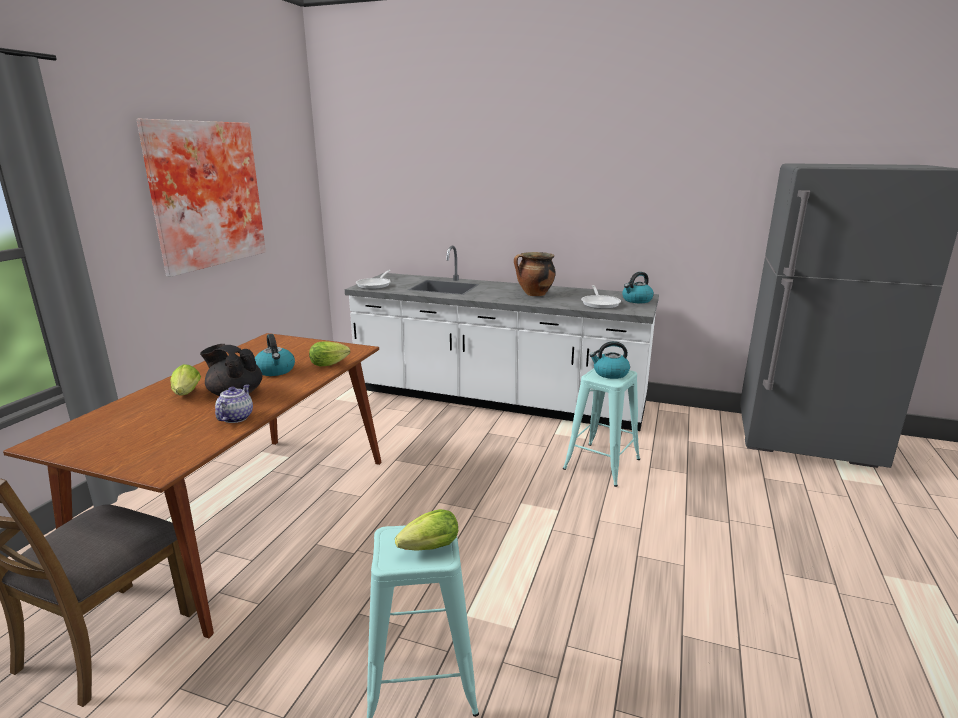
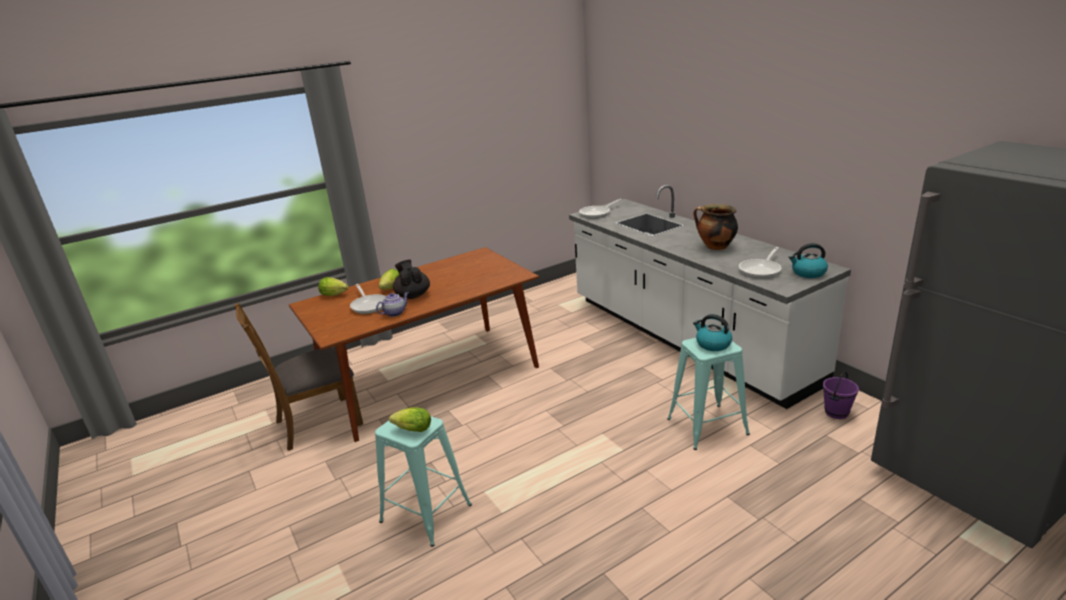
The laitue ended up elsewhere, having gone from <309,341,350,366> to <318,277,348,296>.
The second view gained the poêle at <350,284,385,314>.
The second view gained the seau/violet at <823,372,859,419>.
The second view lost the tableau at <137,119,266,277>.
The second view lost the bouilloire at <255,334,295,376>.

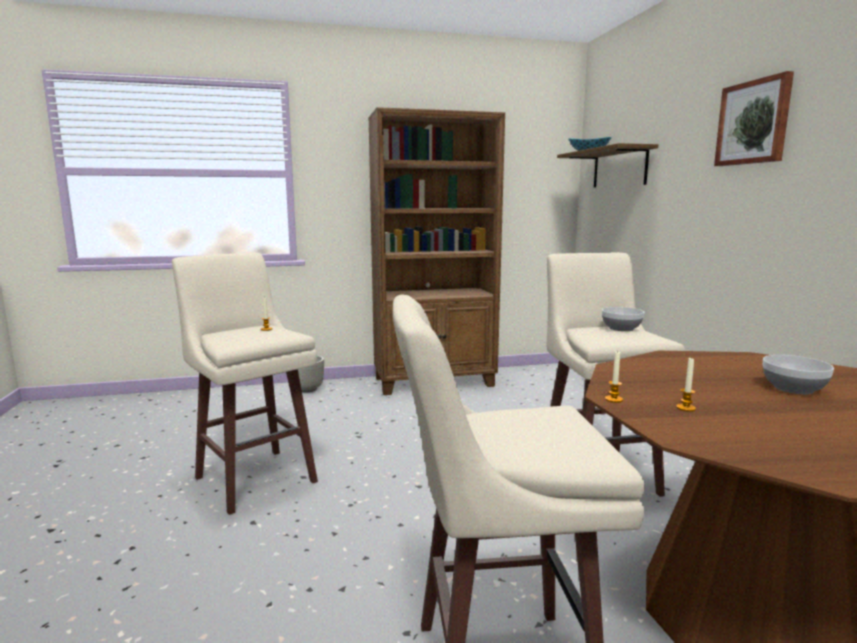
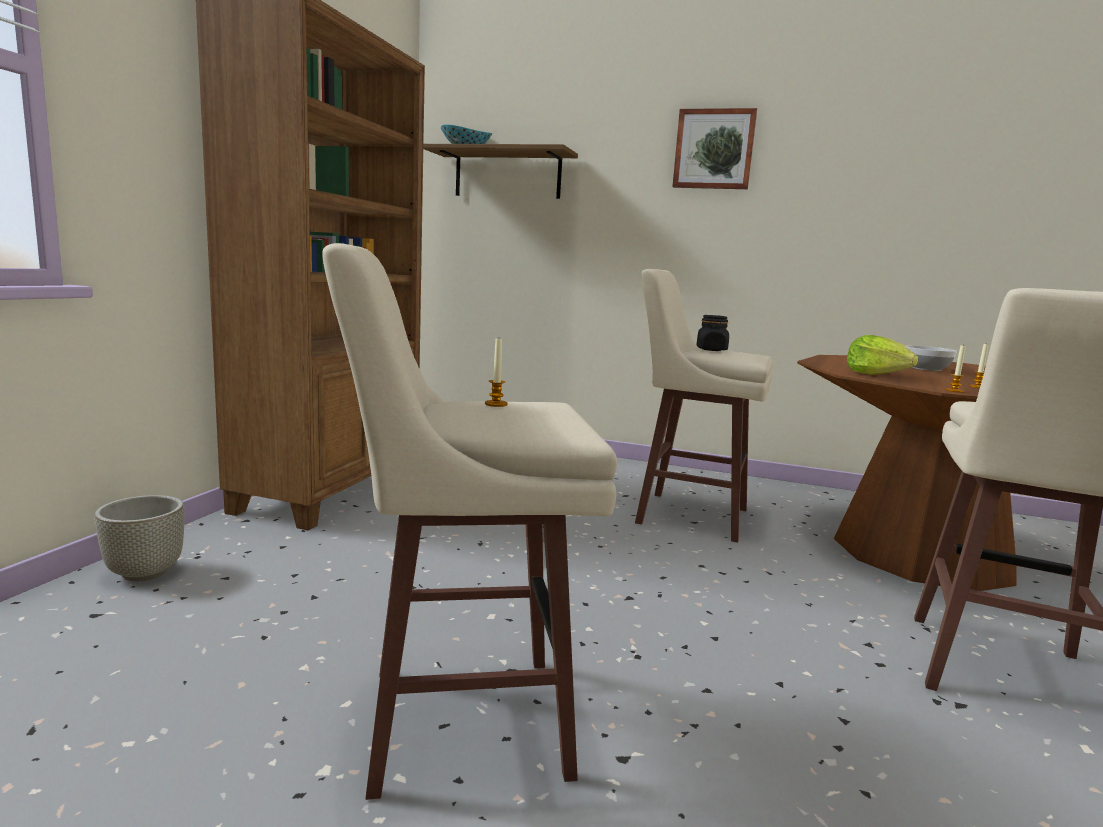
Where the bol stood at <602,307,644,331>, the bocal/noir came to stand at <697,315,729,351>.
The second view gained the laitue at <847,335,918,375>.

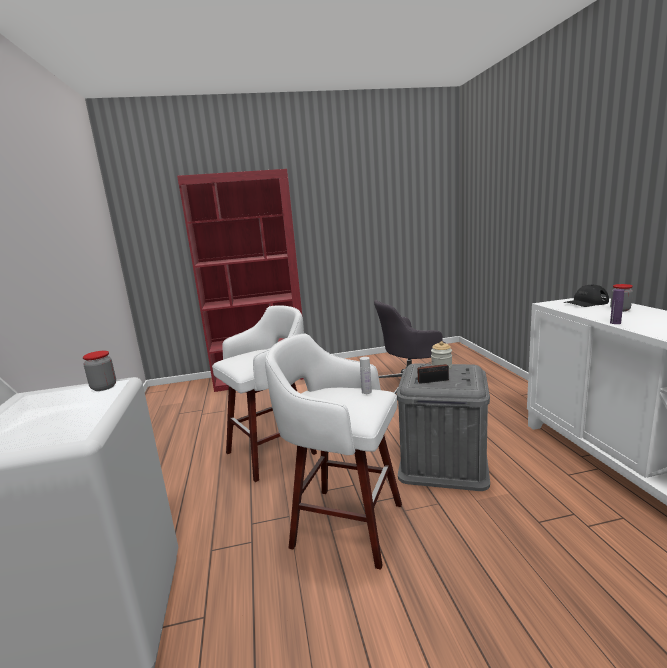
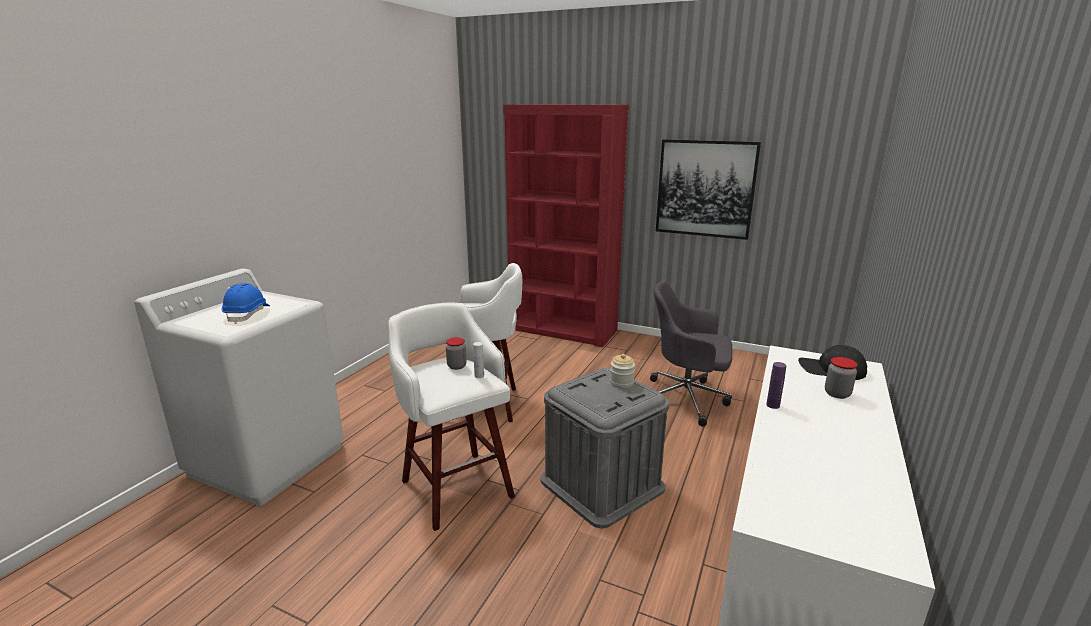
The second view gained the casque de chantier/bleu at <222,283,270,324>.
The bocal ended up elsewhere, having gone from <83,351,116,391> to <446,337,466,370>.
The second view gained the tableau at <656,139,761,240>.
The second view lost the radio at <418,353,451,384>.

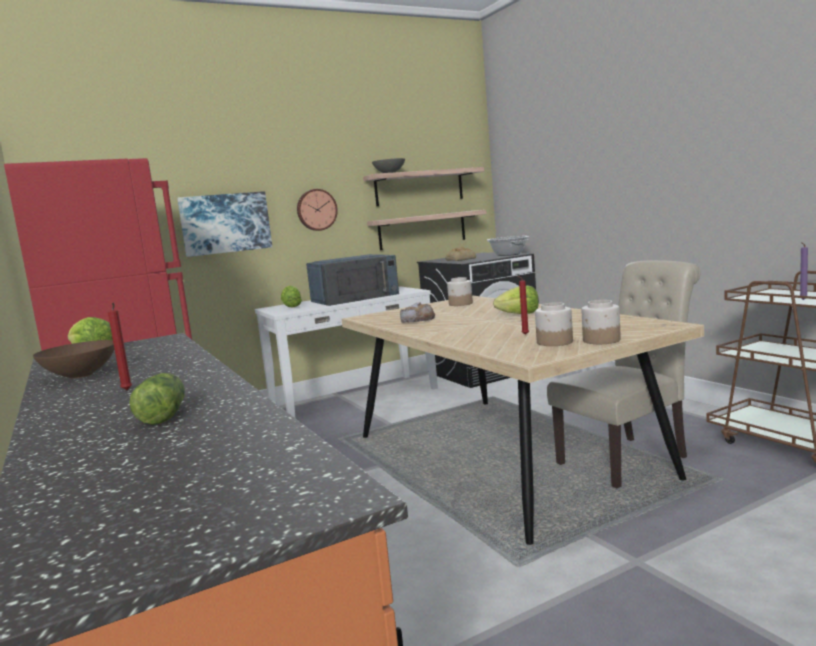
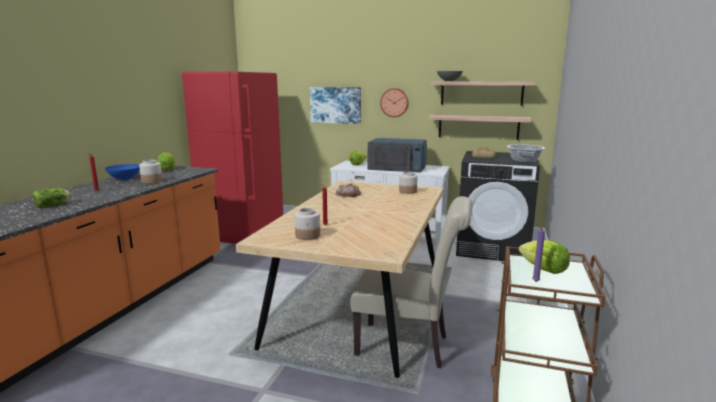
What was the bol/marron at <33,340,115,379> turned into the bol/bleu at <105,164,140,180>.
The bocal ended up elsewhere, having gone from <582,300,621,344> to <139,160,162,184>.
The laitue ended up elsewhere, having gone from <493,285,539,314> to <519,240,570,274>.

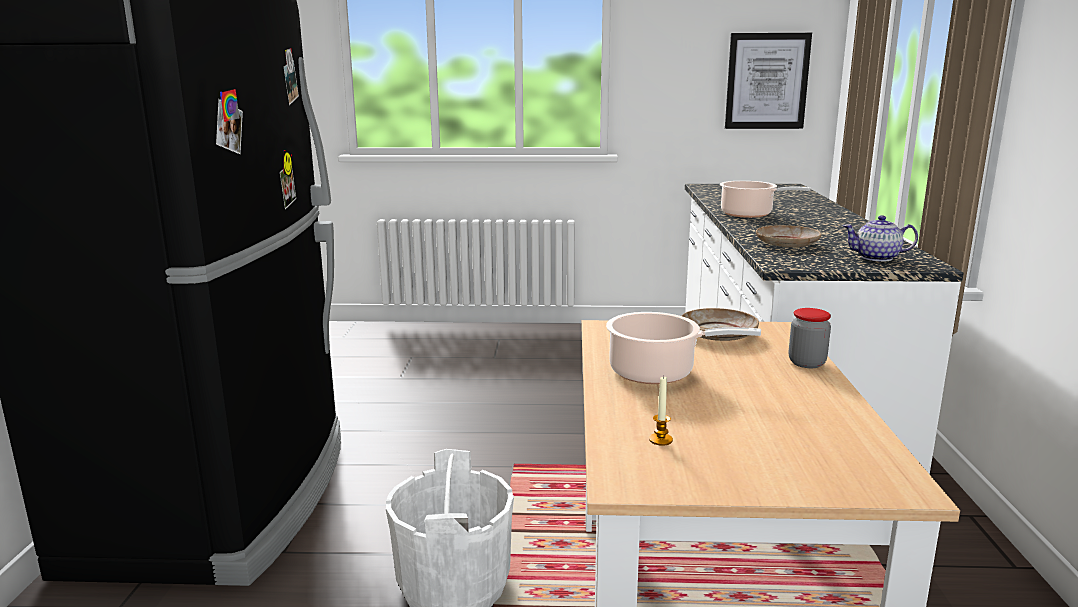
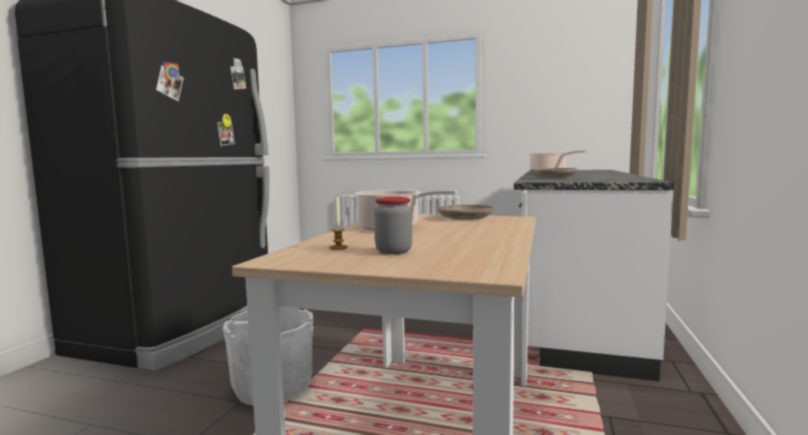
The bocal ended up elsewhere, having gone from <789,308,831,368> to <374,197,412,255>.
The second view lost the tableau at <725,33,812,129>.
The second view lost the théière at <843,215,918,262>.

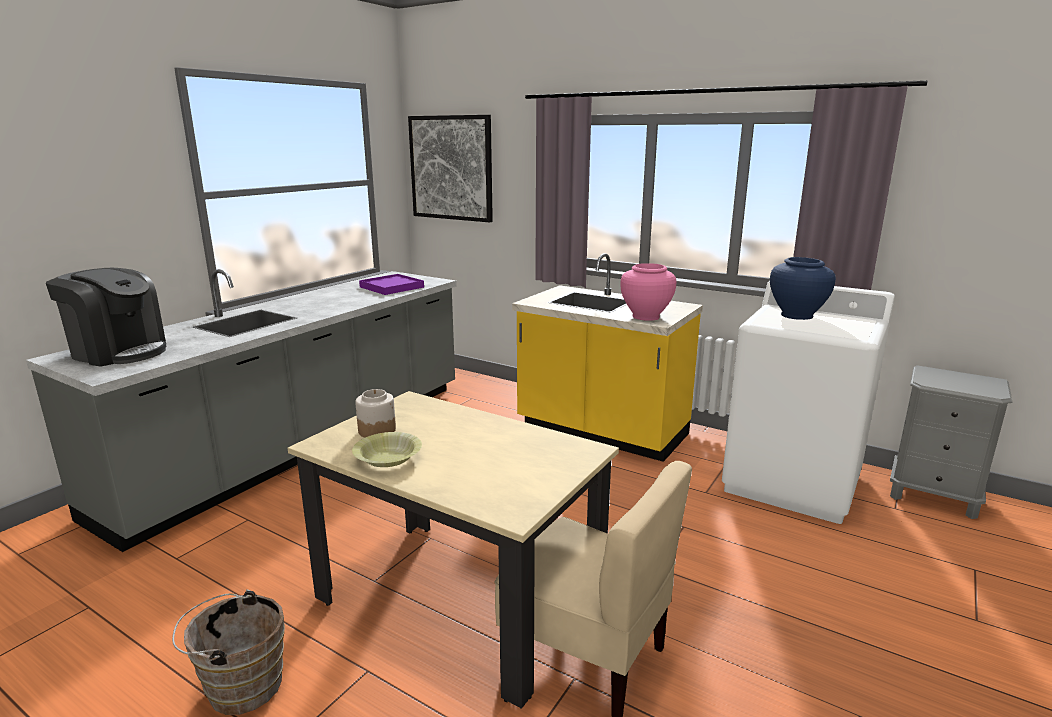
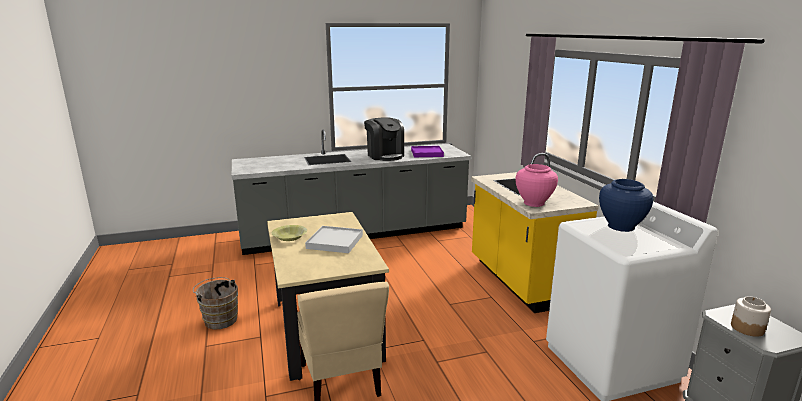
The second view gained the plateau/blanc at <305,226,363,253>.
The machine à café ended up elsewhere, having gone from <46,268,166,367> to <364,118,404,161>.
The bocal ended up elsewhere, having gone from <355,389,396,438> to <731,296,771,337>.
The second view lost the tableau at <408,115,493,222>.

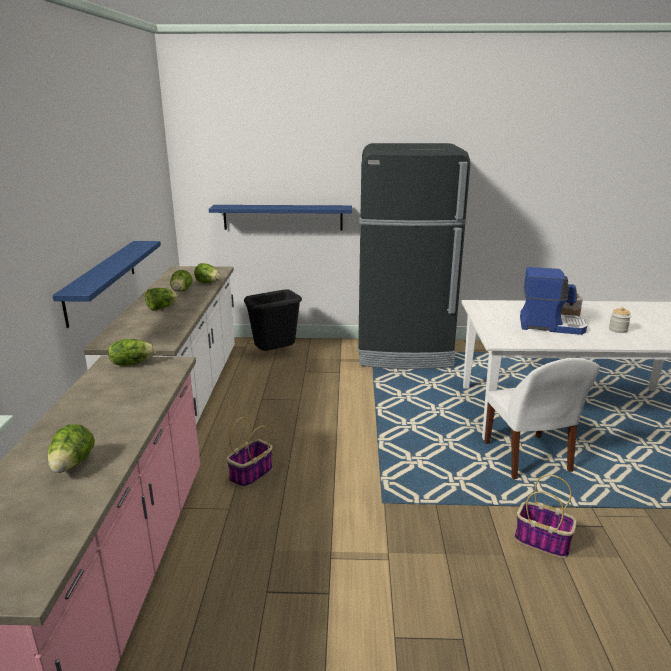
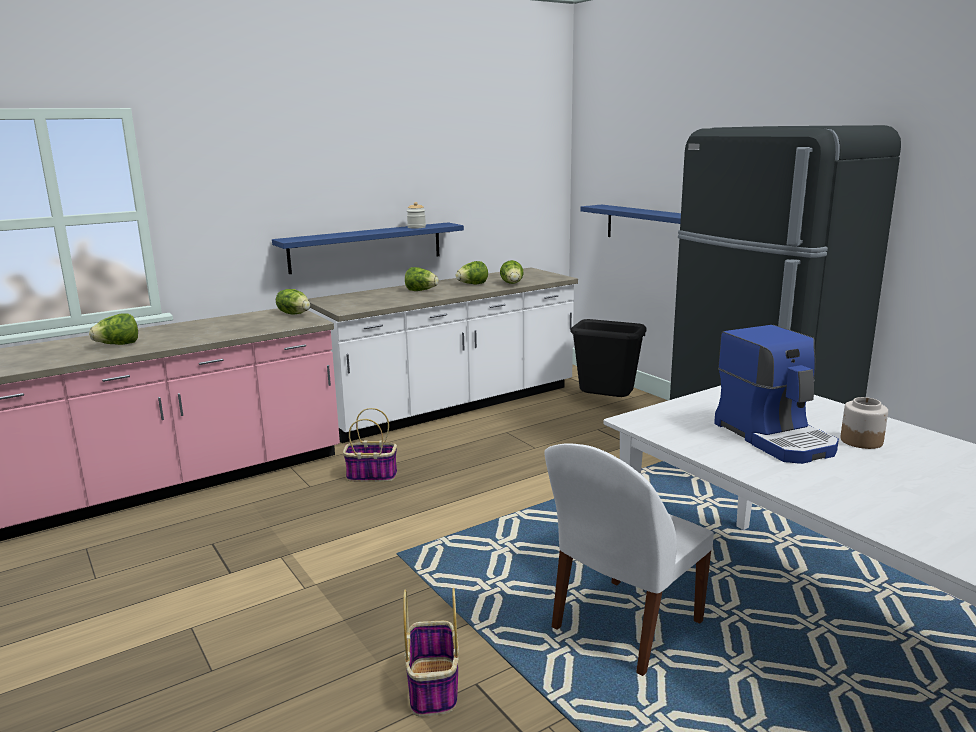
The bocal ended up elsewhere, having gone from <609,307,631,333> to <407,202,426,229>.

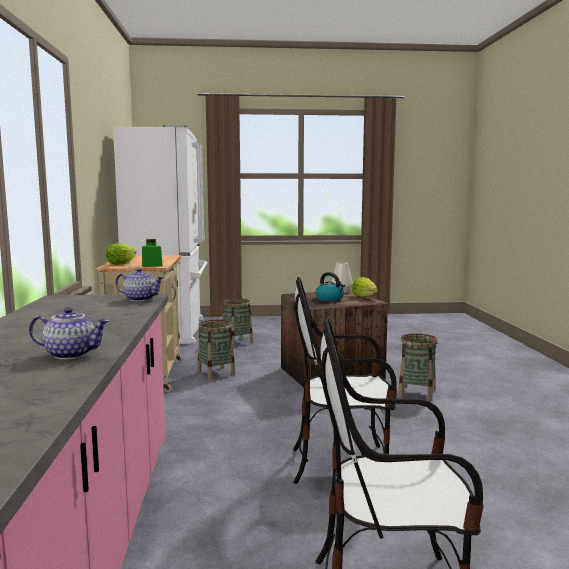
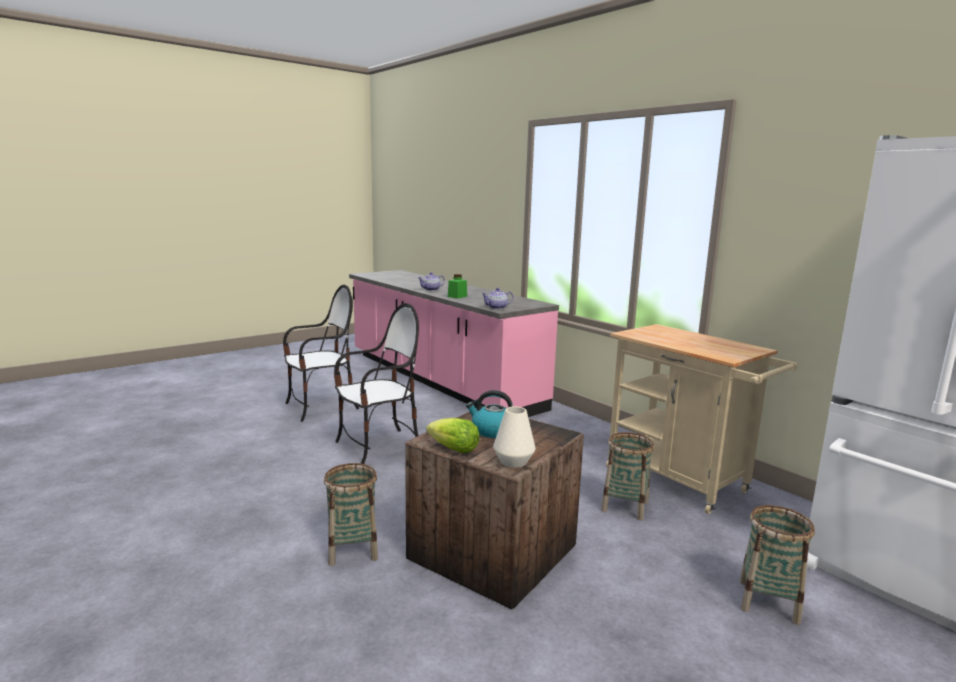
The bocal/vert ended up elsewhere, having gone from <142,239,163,267> to <448,274,467,299>.
The second view lost the laitue at <105,243,136,265>.

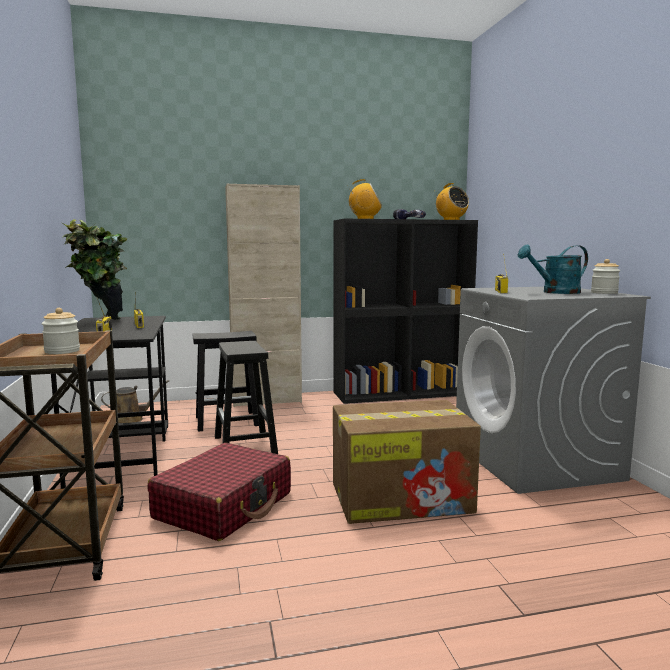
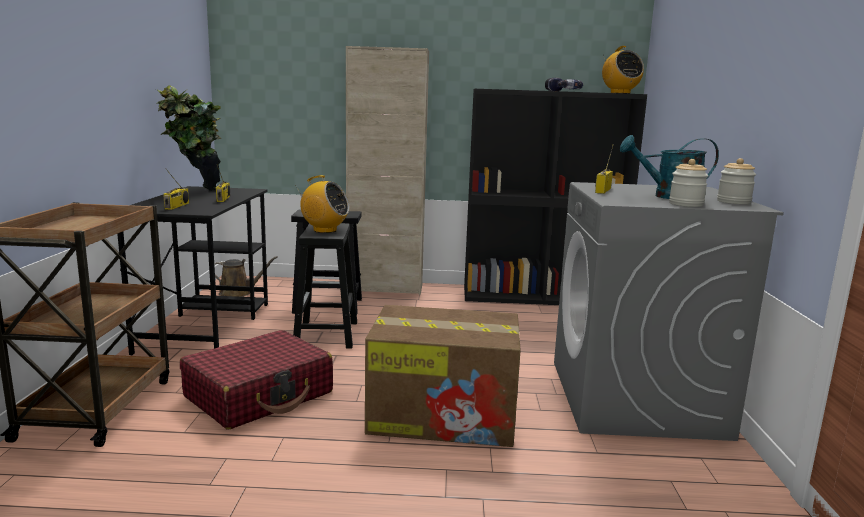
The radio ended up elsewhere, having gone from <349,179,382,219> to <295,175,349,233>.
The bocal ended up elsewhere, having gone from <42,308,80,354> to <669,159,709,207>.

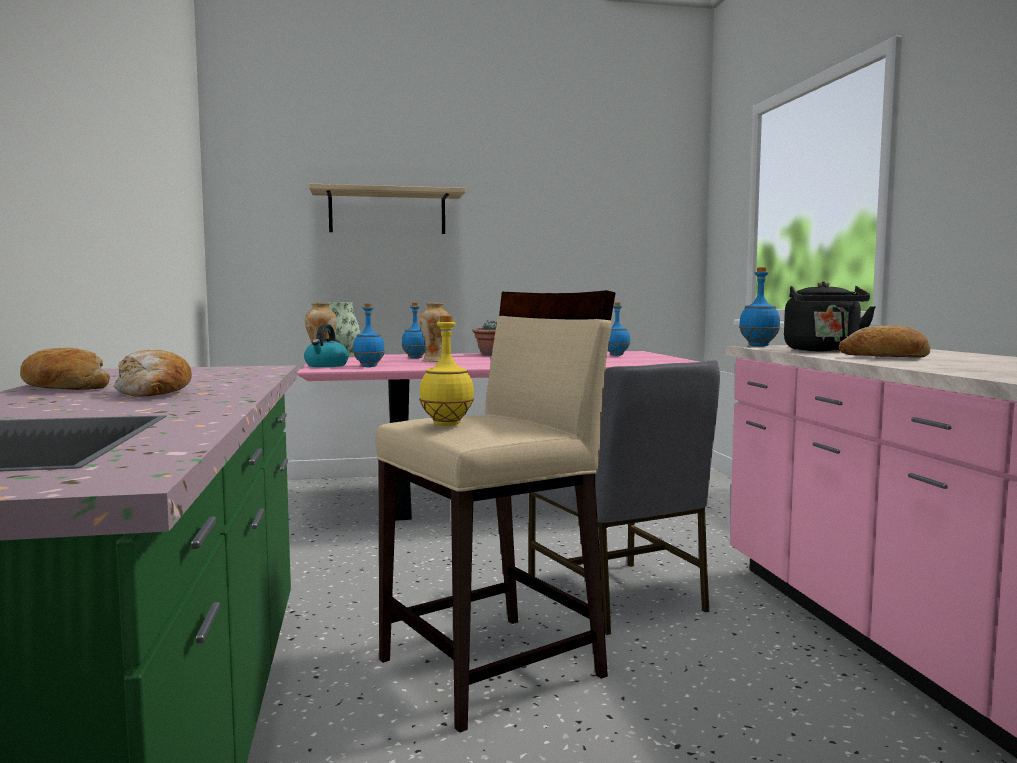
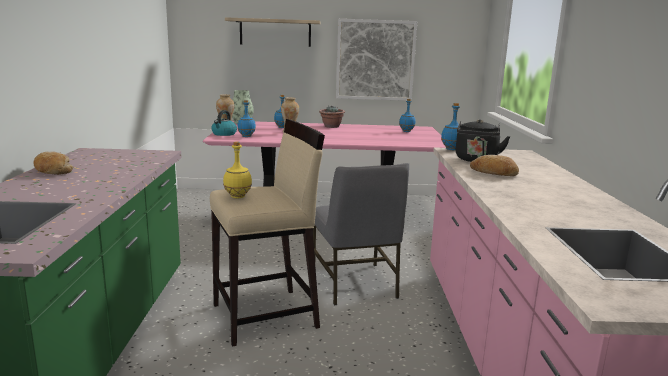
The second view gained the tableau at <336,19,417,101>.
The second view lost the pain at <113,350,192,397>.

